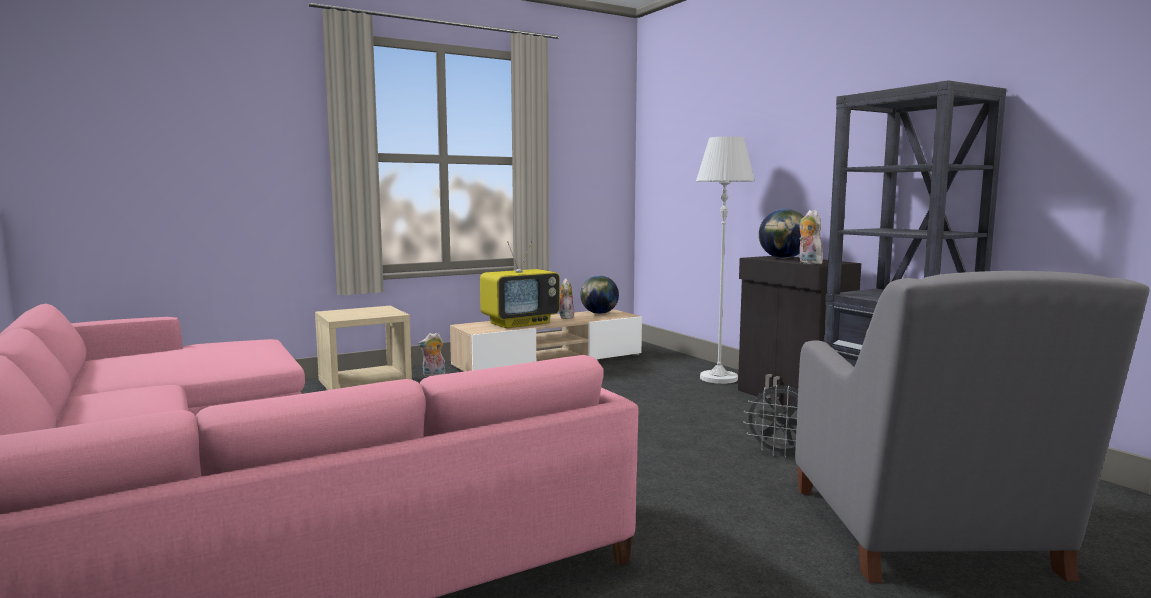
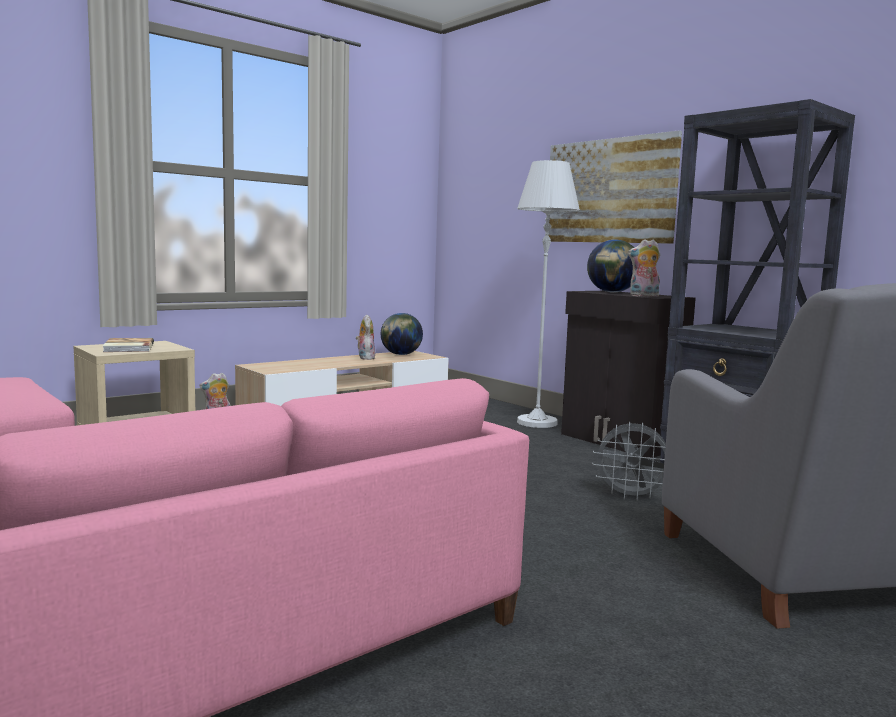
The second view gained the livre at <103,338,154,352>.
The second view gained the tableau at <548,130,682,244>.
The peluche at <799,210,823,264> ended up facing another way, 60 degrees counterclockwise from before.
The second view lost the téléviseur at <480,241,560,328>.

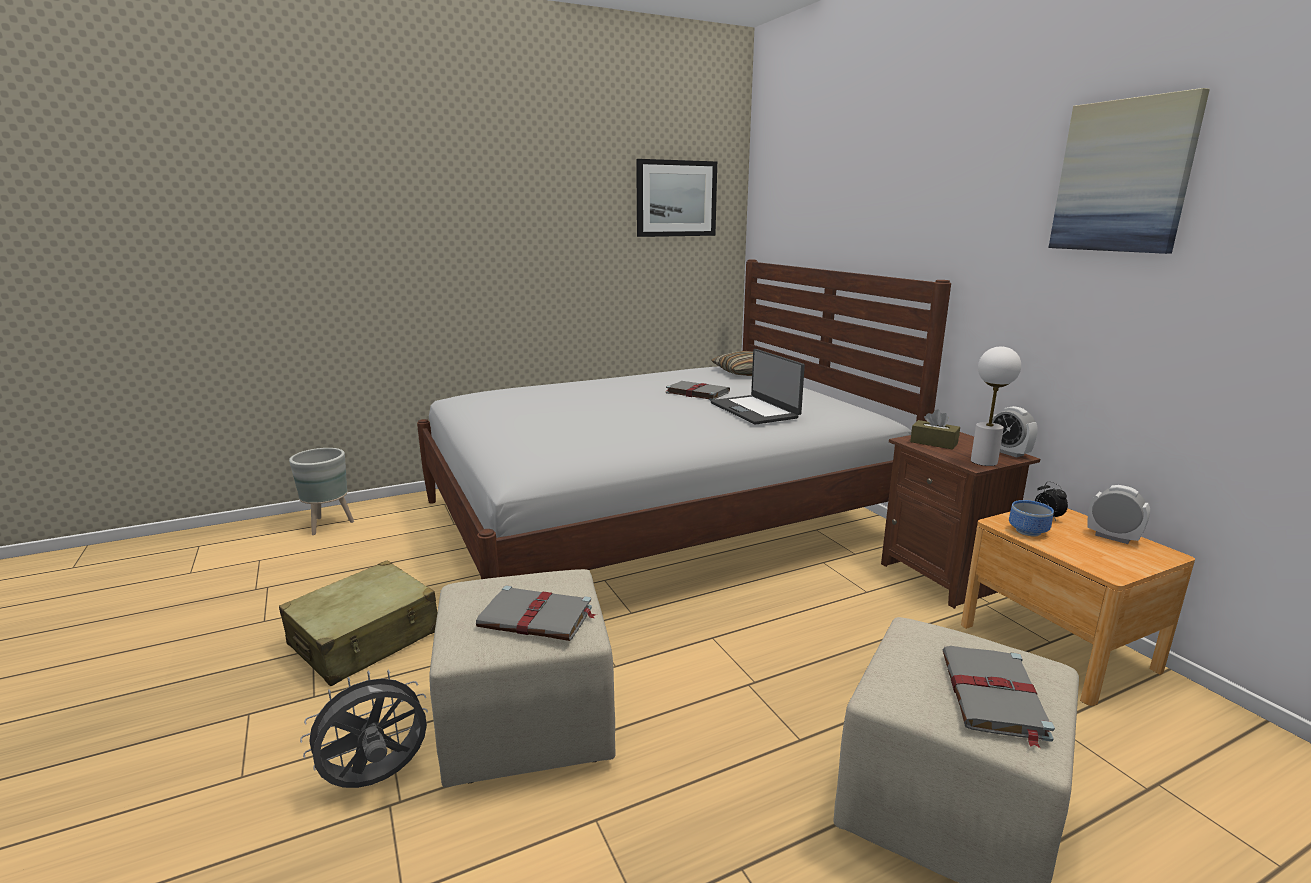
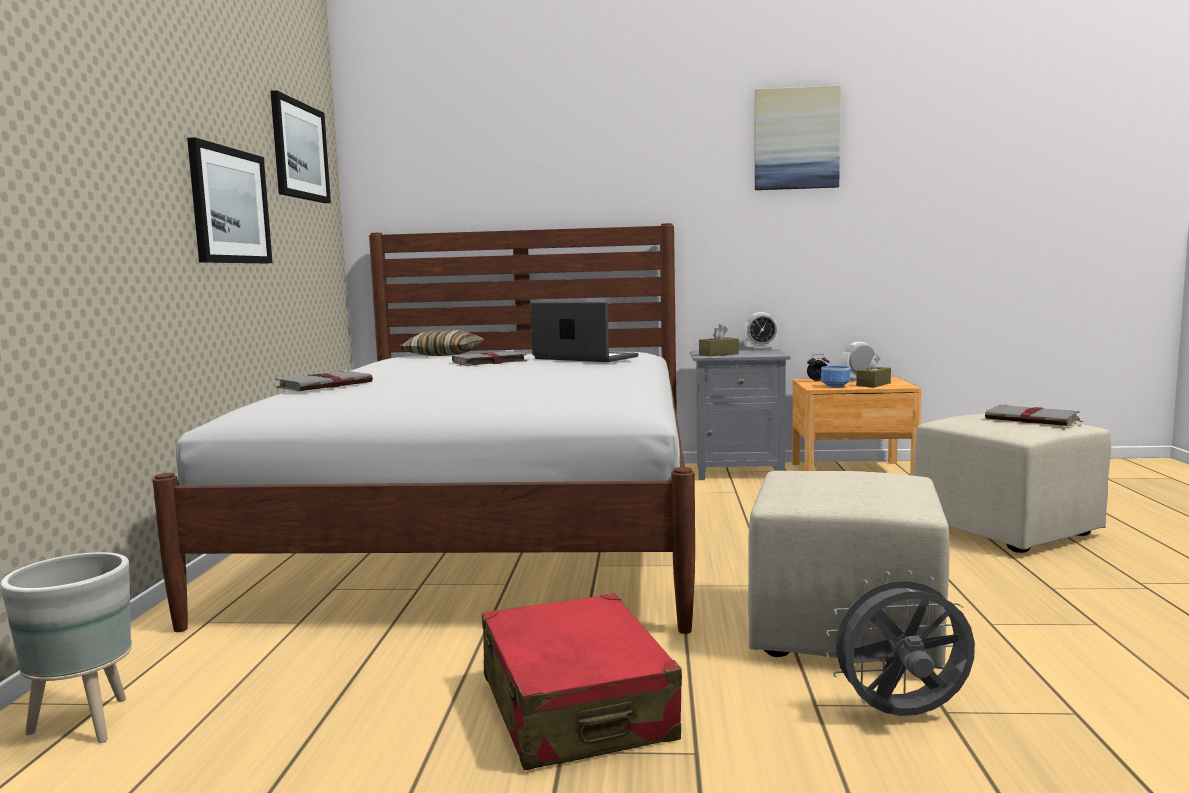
The second view gained the tableau at <187,137,273,263>.
The livre/gris ended up elsewhere, having gone from <476,585,596,641> to <275,370,373,391>.
What was the valise/beige at <279,561,437,686> turned into the valise/rouge at <482,593,682,770>.
The ordinateur portable at <711,349,805,425> ended up facing another way, 150 degrees counterclockwise from before.
What was the table de chevet/marron at <881,432,1040,609> turned into the table de chevet/gris at <690,349,790,480>.
The ventilateur/gris at <300,670,428,788> ended up facing another way, 90 degrees clockwise from before.
The second view gained the boîte à mouchoirs/marron at <856,354,891,387>.
The second view lost the lampe de table/blanc at <971,346,1021,466>.

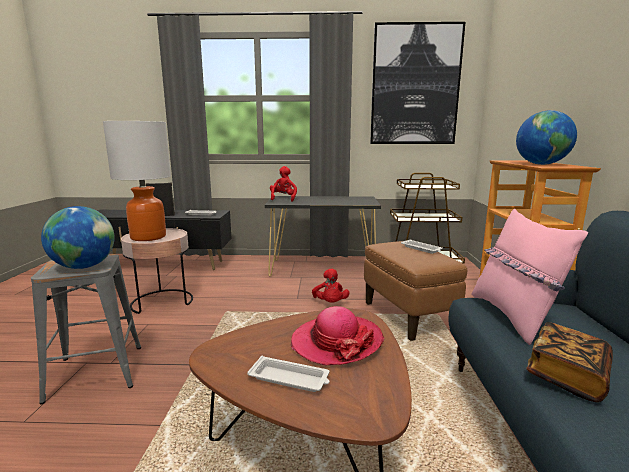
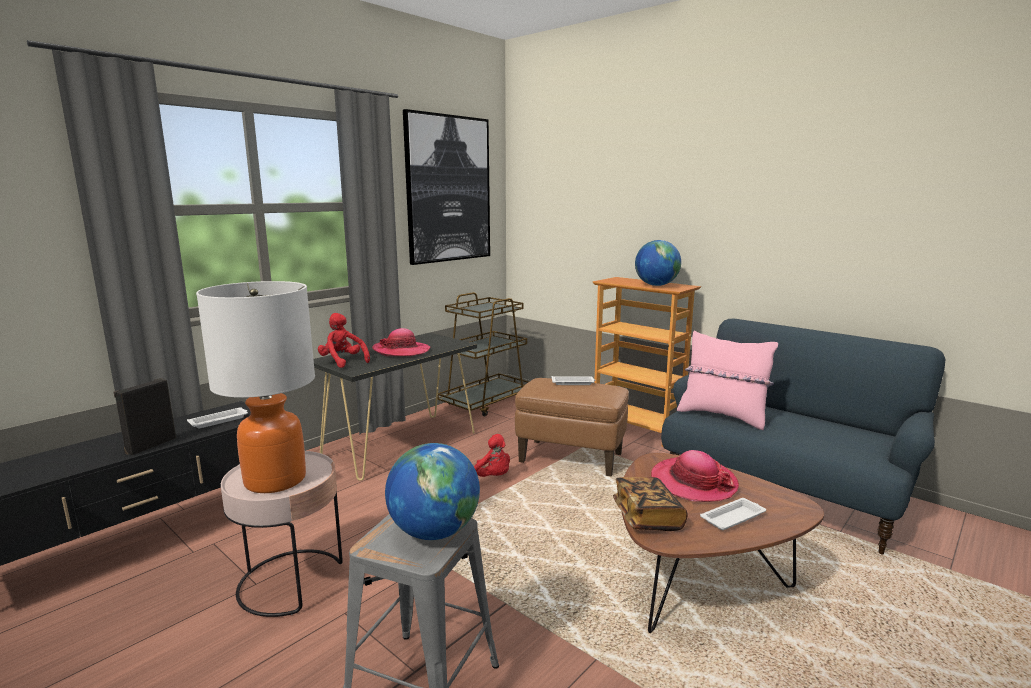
The second view gained the chapeau at <372,328,430,356>.
The livre ended up elsewhere, having gone from <526,322,613,402> to <613,477,688,531>.

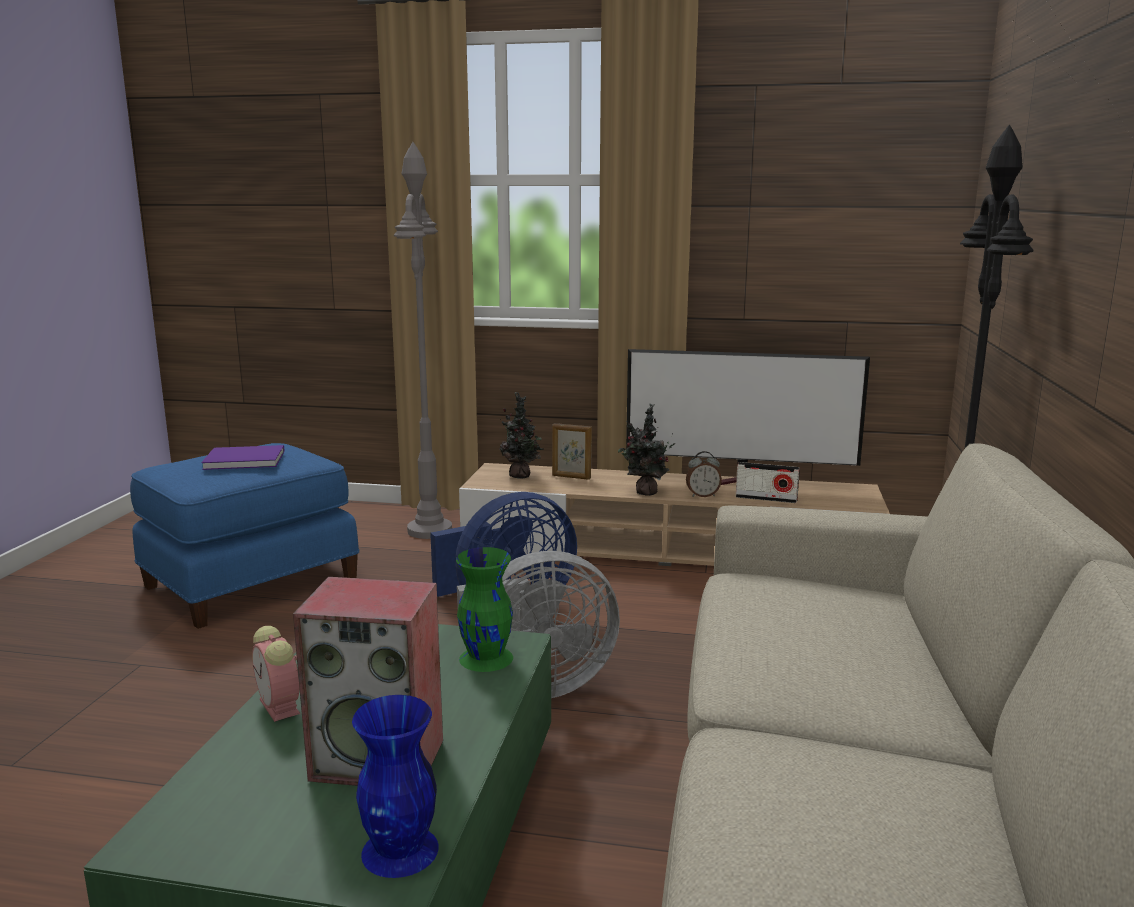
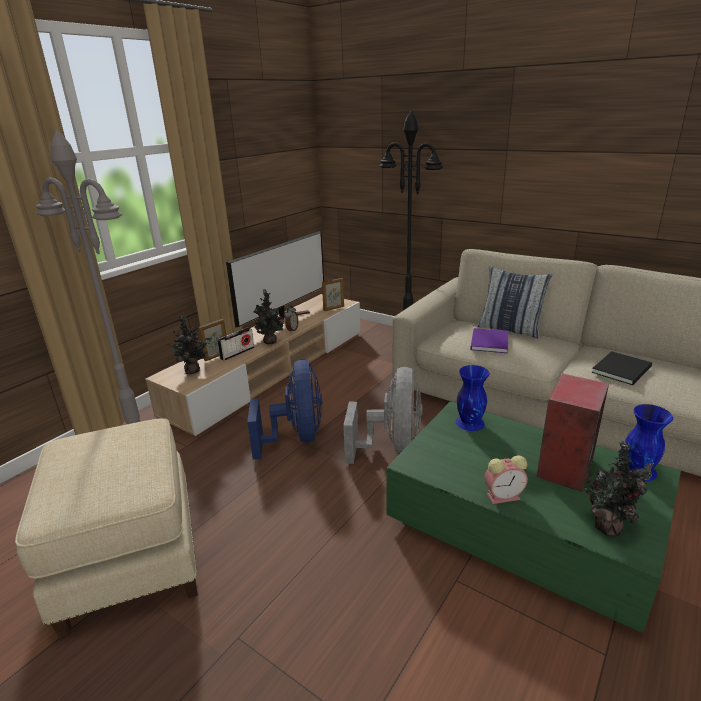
What was the pouf/bleu at <130,443,359,629> turned into the pouf/beige at <15,418,198,638>.
The radio ended up elsewhere, having gone from <736,462,800,503> to <217,327,254,361>.
The second view gained the cadre photo at <322,278,344,311>.
What was the vase/vert at <456,547,513,672> turned into the vase/bleu at <456,365,489,431>.
The livre/violet ended up elsewhere, having gone from <201,445,284,470> to <470,328,508,353>.
The second view gained the coussin at <478,266,552,338>.
The second view gained the plante en pot at <584,442,654,537>.
The second view gained the livre/noir at <591,351,652,385>.

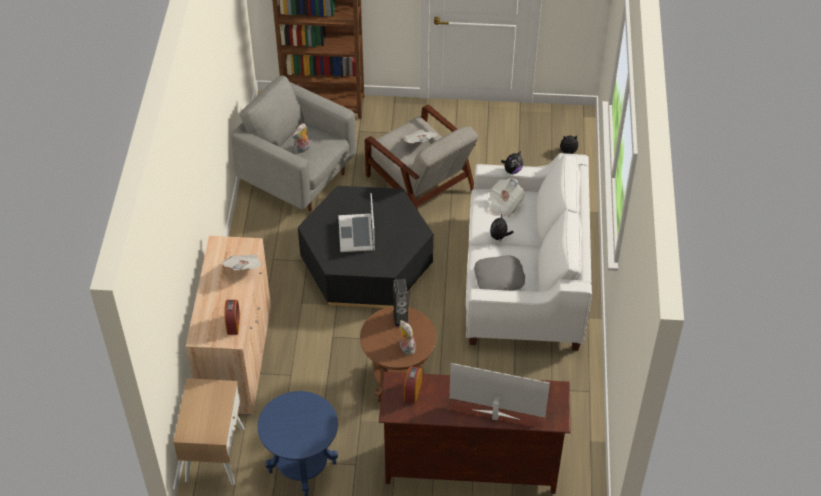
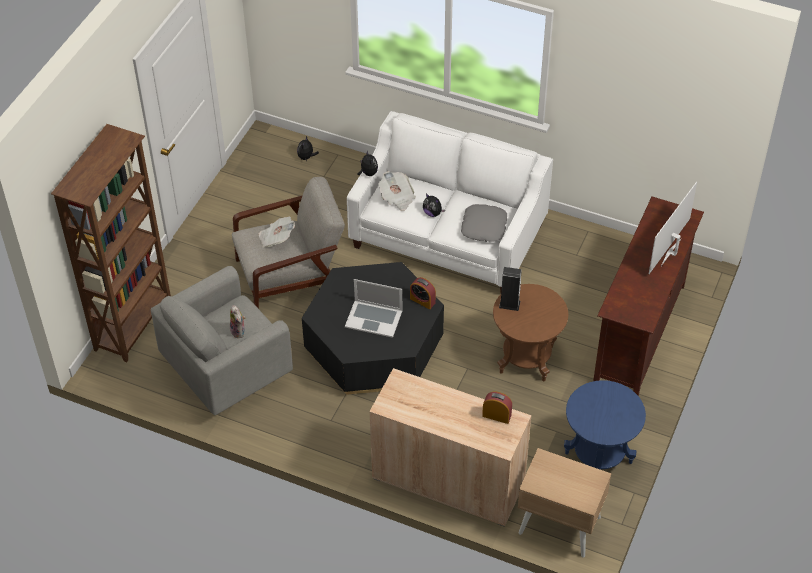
The réveil ended up elsewhere, having gone from <404,366,422,404> to <410,277,436,309>.
The second view lost the journal at <222,254,262,270>.
The second view lost the peluche at <398,320,416,355>.

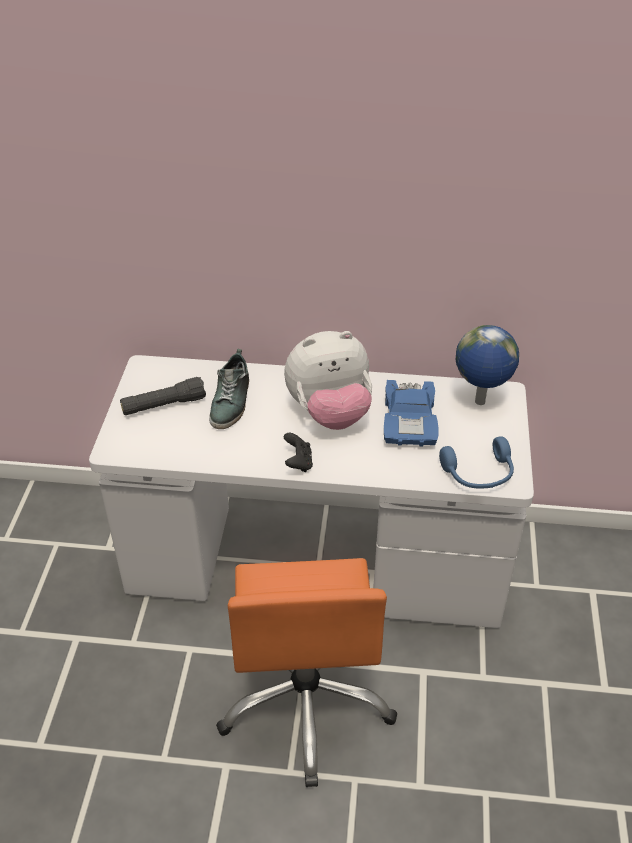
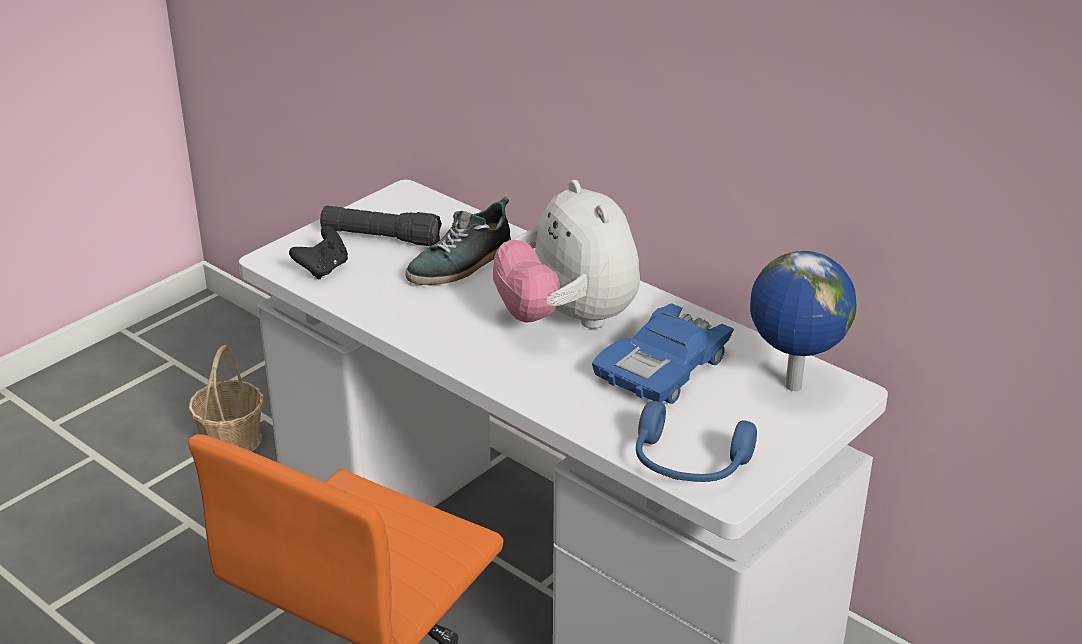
The second view gained the panier at <189,345,264,452>.
The manette/noir ended up elsewhere, having gone from <284,433,313,472> to <289,226,348,280>.
The peluche at <284,331,372,430> ended up facing another way, 45 degrees clockwise from before.

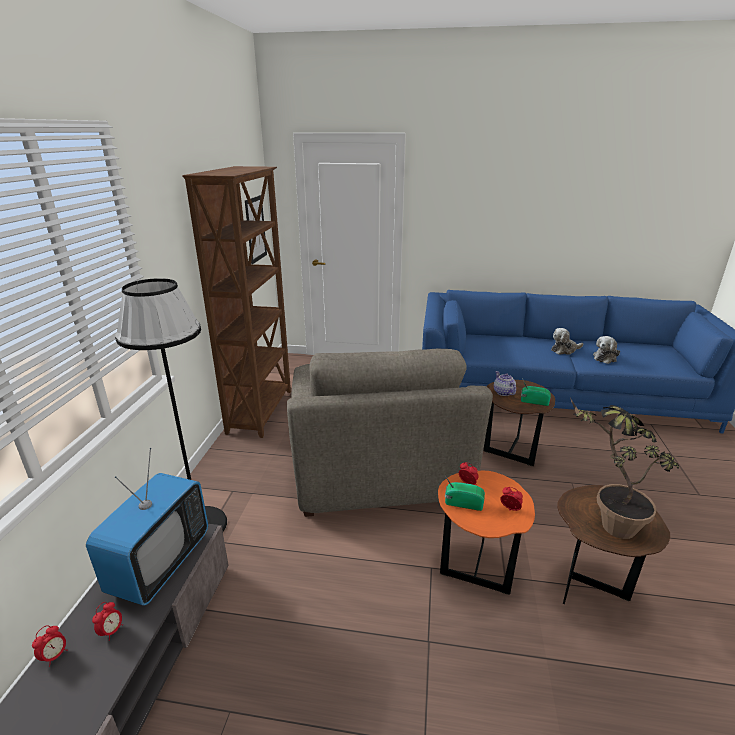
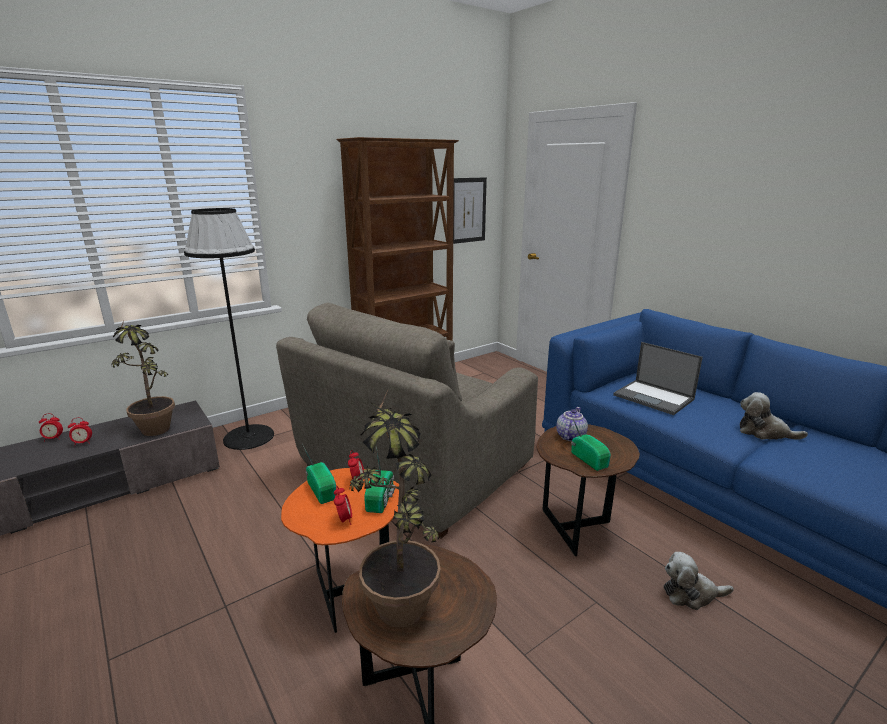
Where the téléviseur stood at <86,448,208,606>, the plante en pot came to stand at <111,320,175,436>.
The second view gained the radio at <364,446,396,513>.
The second view gained the ordinateur portable at <613,342,703,415>.
The peluche ended up elsewhere, having gone from <593,336,620,364> to <664,552,734,610>.

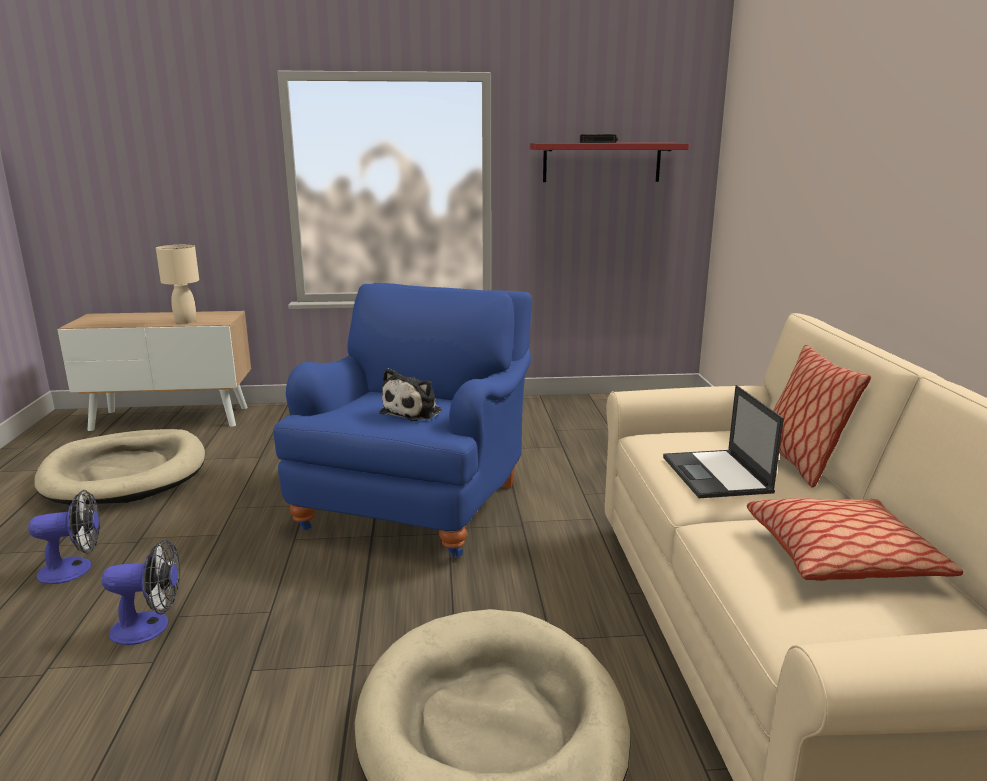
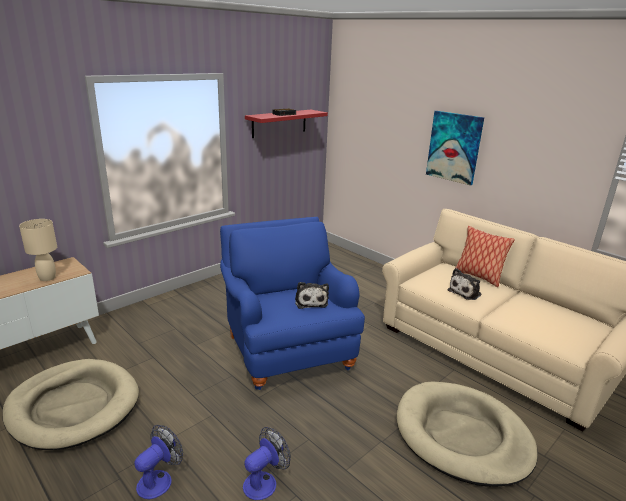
The second view gained the tableau at <426,111,484,186>.
Where the ordinateur portable stood at <663,385,784,498>, the peluche came to stand at <447,268,482,300>.
The second view lost the coussin at <747,498,963,581>.

